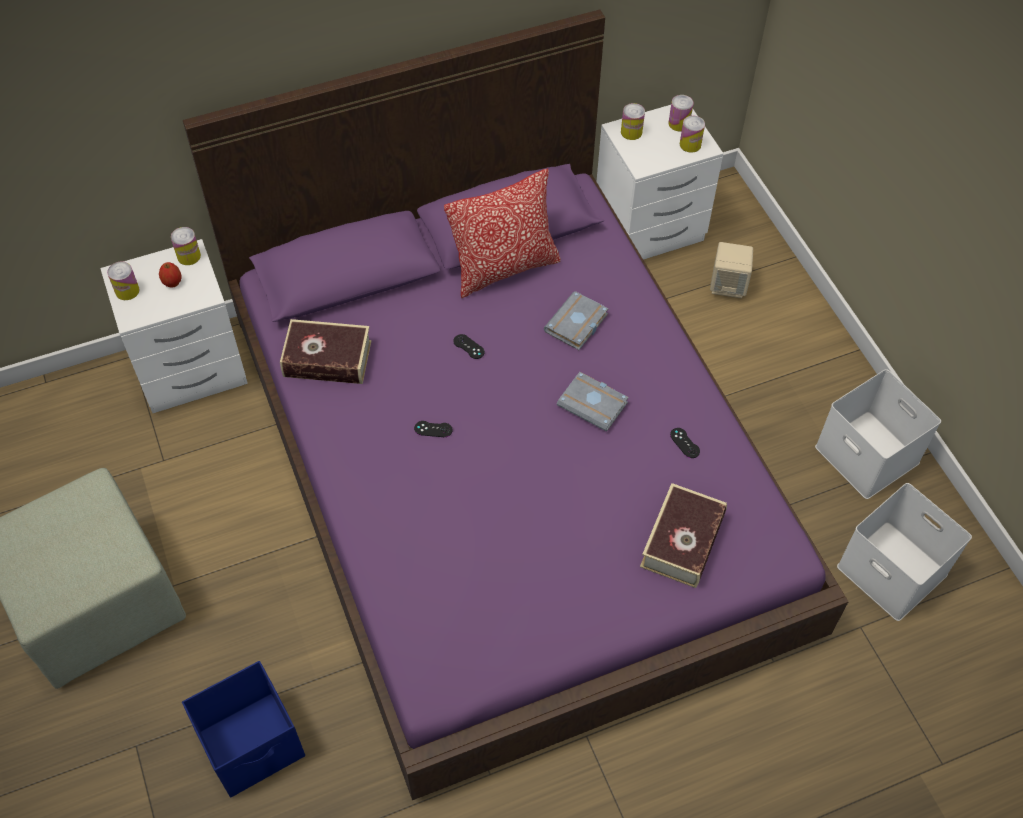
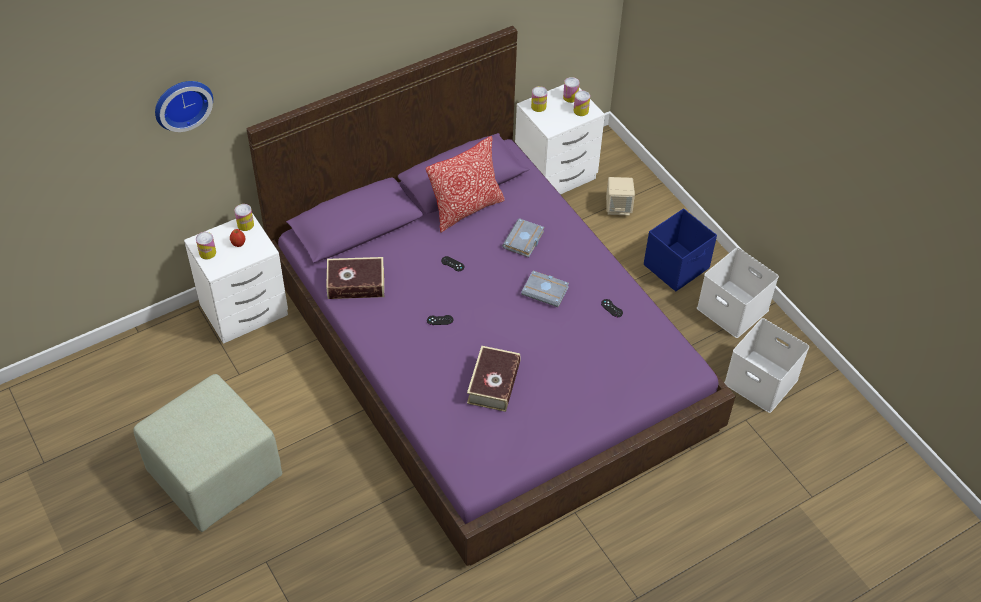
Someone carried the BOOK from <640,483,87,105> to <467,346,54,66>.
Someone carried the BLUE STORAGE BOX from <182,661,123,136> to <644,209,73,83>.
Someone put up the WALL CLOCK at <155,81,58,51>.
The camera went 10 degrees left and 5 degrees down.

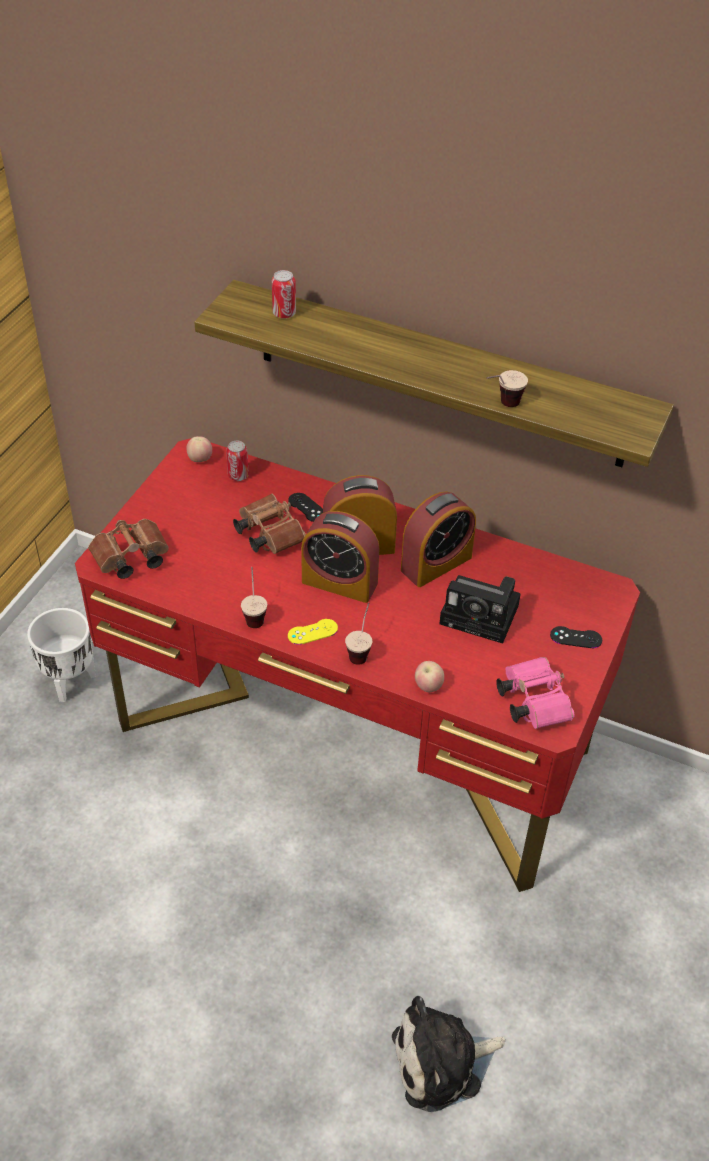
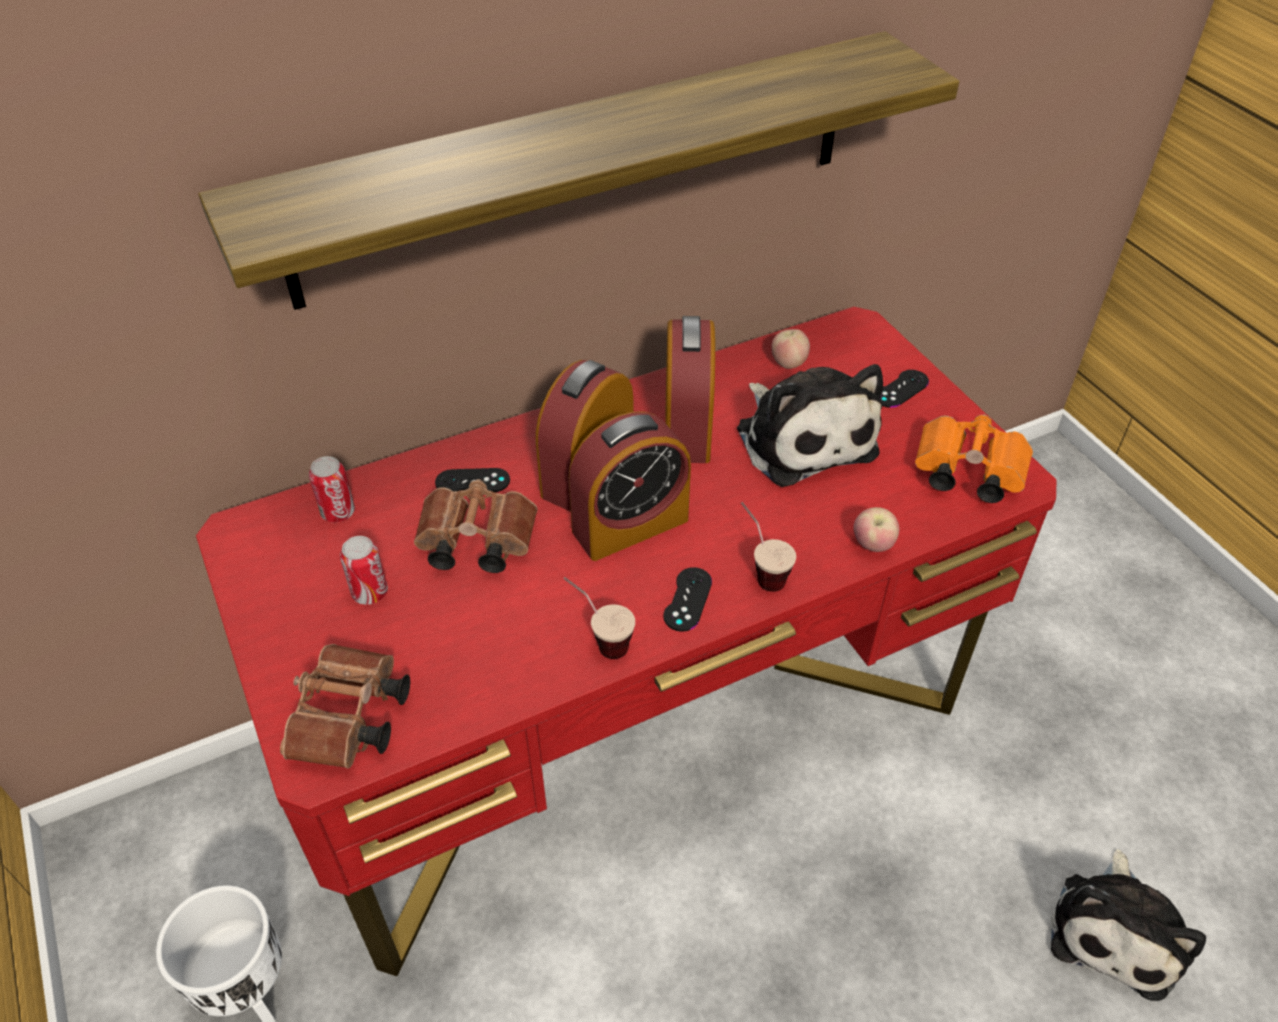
Someone carried the CAN from <272,270,24,49> to <340,536,48,69>.
Someone took away the CUP at <487,370,41,37>.
Someone carried the APPLE from <187,436,25,26> to <771,329,39,40>.
Someone swapped the PHOTO CAMERA at <439,575,82,69> for the PLUSH TOY at <737,364,146,123>.
Someone repainted the YELLOW GAME CONTROLLER at <288,619,50,26>, which became the BLACK GAME CONTROLLER at <663,567,49,65>.
Someone repainted the PINK BINOCULARS at <496,657,79,72>, which became the ORANGE BINOCULARS at <915,414,118,89>.
The camera went 50 degrees left and 0 degrees up.

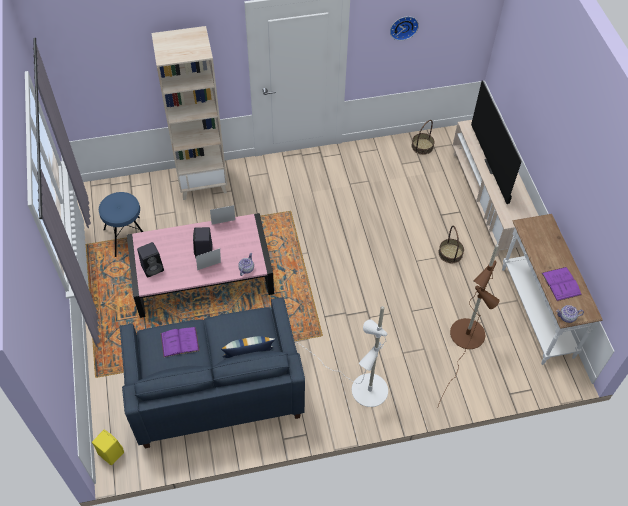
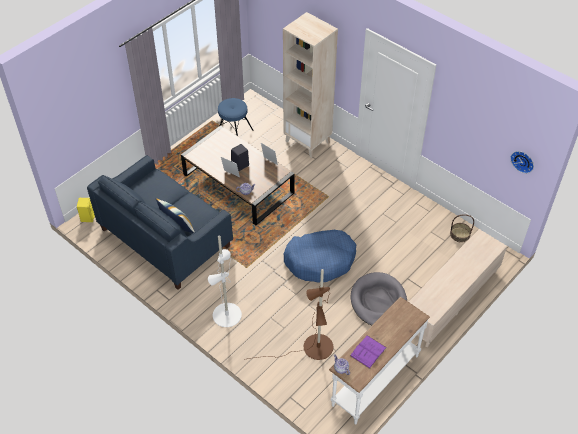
Someone carried the WALL CLOCK from <390,16,29,25> to <510,151,24,22>.
Someone took away the TELEVISION at <471,80,51,124>.
Someone repainted the PINK COFFEE TABLE at <127,213,147,105>, which became the BROWN COFFEE TABLE at <181,125,114,100>.
Someone swapped the BASKET at <438,226,26,37> for the GREY DOG BED at <351,272,56,53>.
Someone took away the BLACK SPEAKER at <137,242,27,35>.
Someone took away the PURPLE BOOK at <161,327,38,30>.
Someone put down the BLUE DOG BED at <284,230,72,53>.
The camera went 55 degrees right and 5 degrees down.

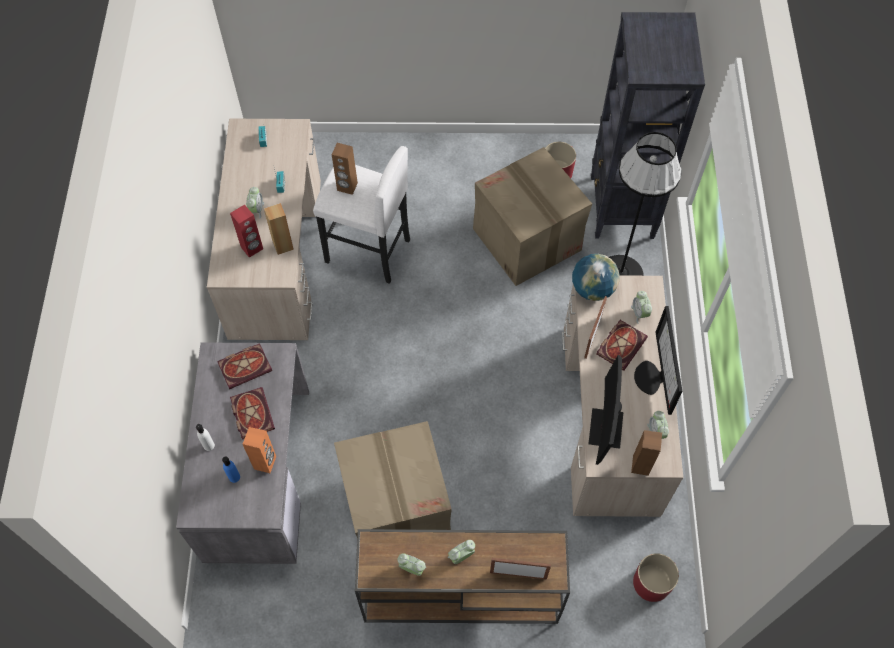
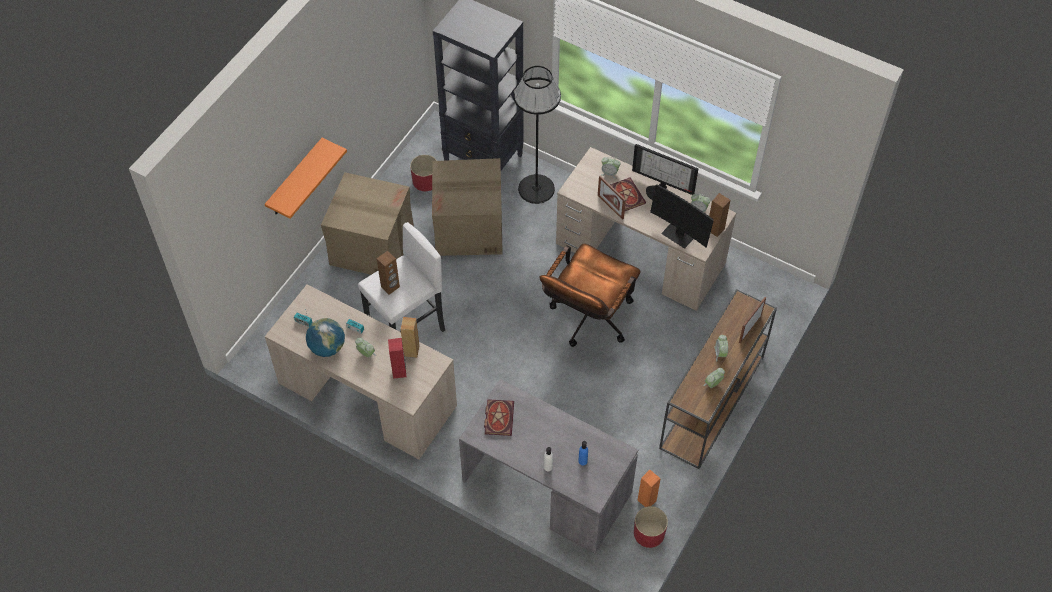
Someone carried the GLOBE from <572,254,48,47> to <306,318,39,39>.
Someone took away the BOOK at <230,387,45,53>.
Someone carried the CARDBOARD BOX from <334,421,118,115> to <321,172,93,103>.
Someone carried the ORANGE SPEAKER from <243,427,33,46> to <638,470,23,37>.
Someone carried the RED PLANTER from <633,553,46,49> to <634,506,34,42>.
Someone put up the ORANGE SHELF at <265,138,82,81>.
Someone put down the BROWN OFFICE CHAIR at <539,244,101,103>.
The camera went 60 degrees left and 5 degrees down.

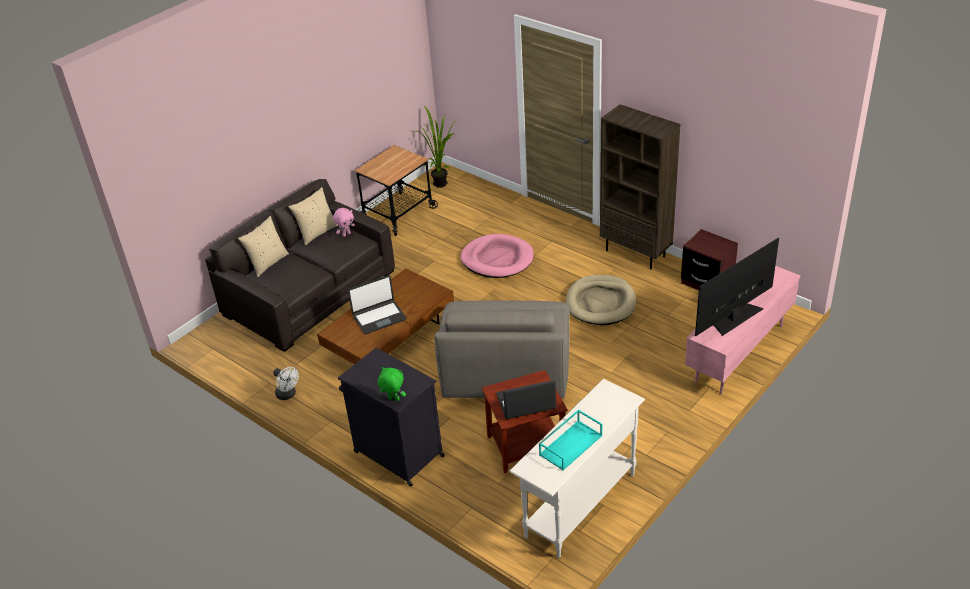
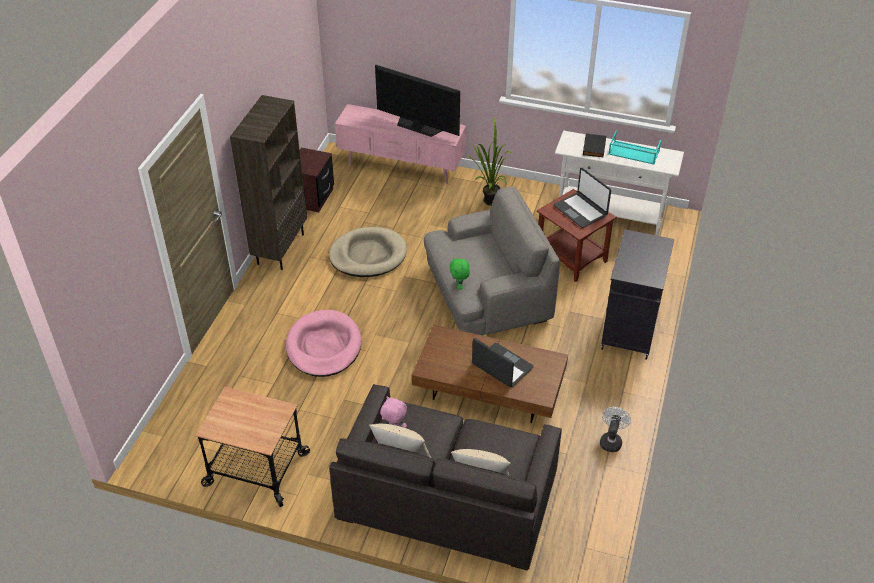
Someone carried the POTTED PLANT from <417,106,38,82> to <468,119,44,87>.
Someone carried the GREEN PLUSH TOY from <378,367,28,34> to <450,258,20,32>.
Someone put down the BLACK BOOK at <583,133,23,24>.
The camera went 115 degrees left and 5 degrees up.

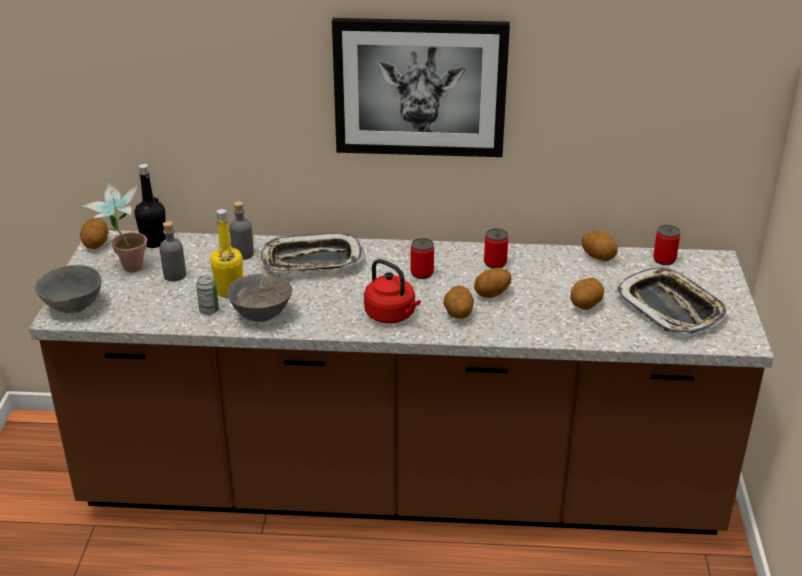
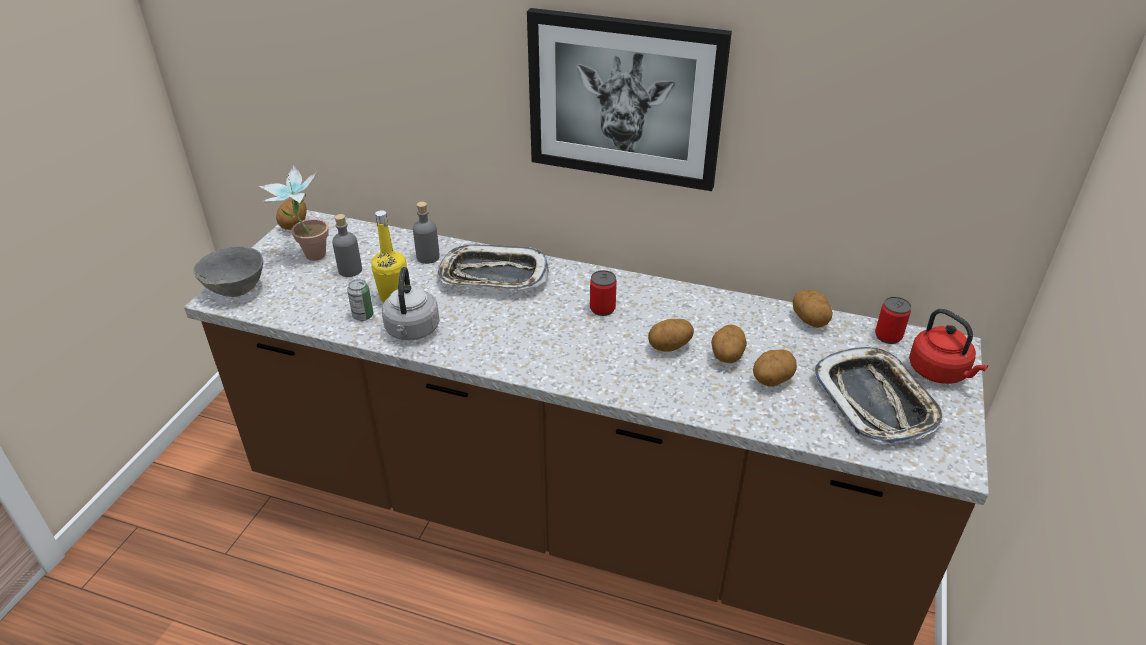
Someone took away the BLACK BOTTLE at <134,164,32,84>.
Someone took away the CAN at <484,228,24,41>.
Someone carried the RED KETTLE from <364,259,57,65> to <909,309,79,75>.
Someone swapped the GREY BOWL at <227,274,66,48> for the GREY KETTLE at <382,267,58,73>.
Someone carried the POTATO from <443,286,31,33> to <711,324,36,39>.
The camera went 15 degrees right and 5 degrees up.

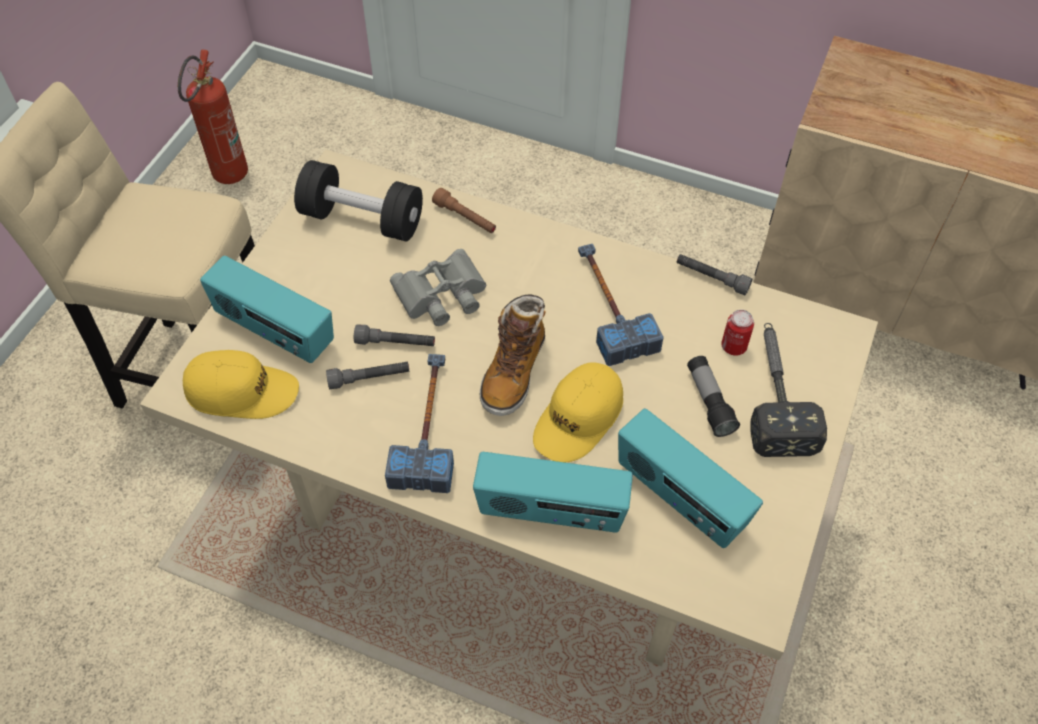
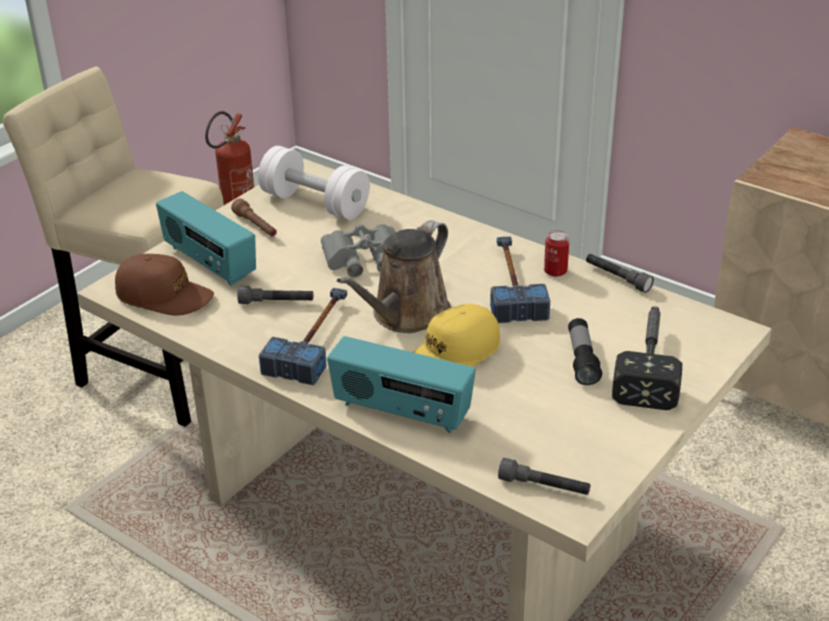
Someone repainted the BLACK DUMBBELL at <294,160,129,81>, which became the WHITE DUMBBELL at <258,146,112,74>.
Someone carried the BROWN FLASHLIGHT from <432,188,64,45> to <231,199,46,38>.
Someone swapped the BOOT at <480,294,66,122> for the BROWN WATERING CAN at <337,220,114,113>.
Someone carried the CAN from <721,310,33,46> to <544,230,25,47>.
Someone carried the GREY FLASHLIGHT from <354,324,81,22> to <498,458,92,37>.
Someone repainted the YELLOW CAP at <183,350,116,69>, which became the BROWN CAP at <115,254,99,61>.
Someone took away the RADIO at <618,409,145,139>.
The camera went 15 degrees right and 20 degrees down.

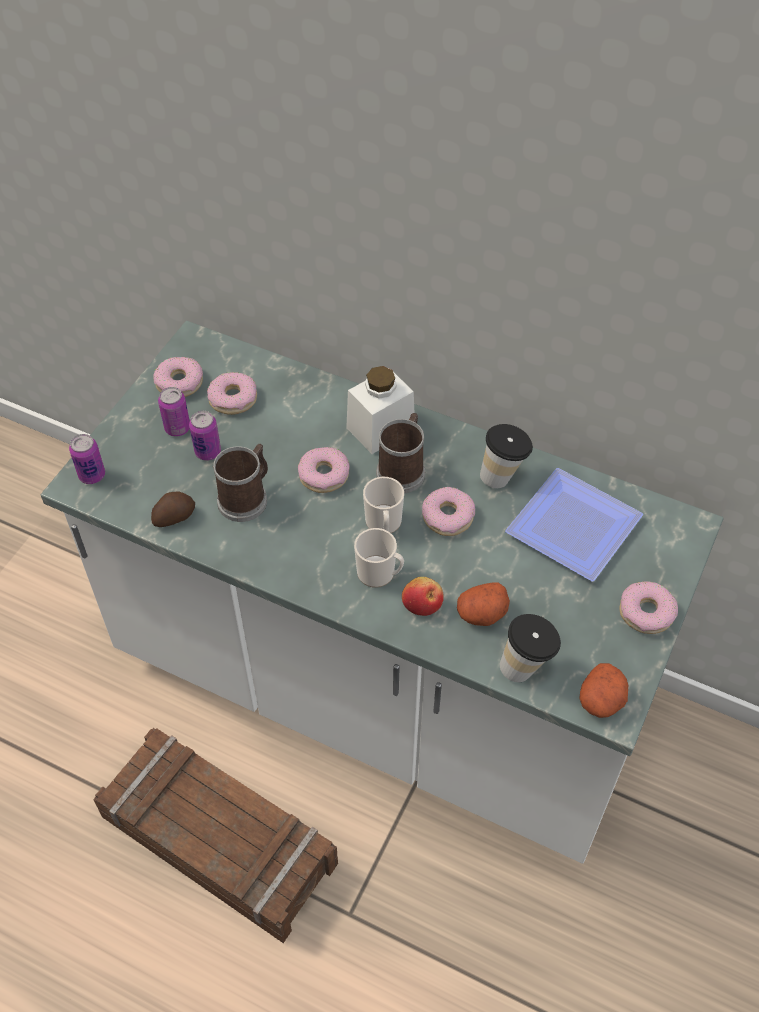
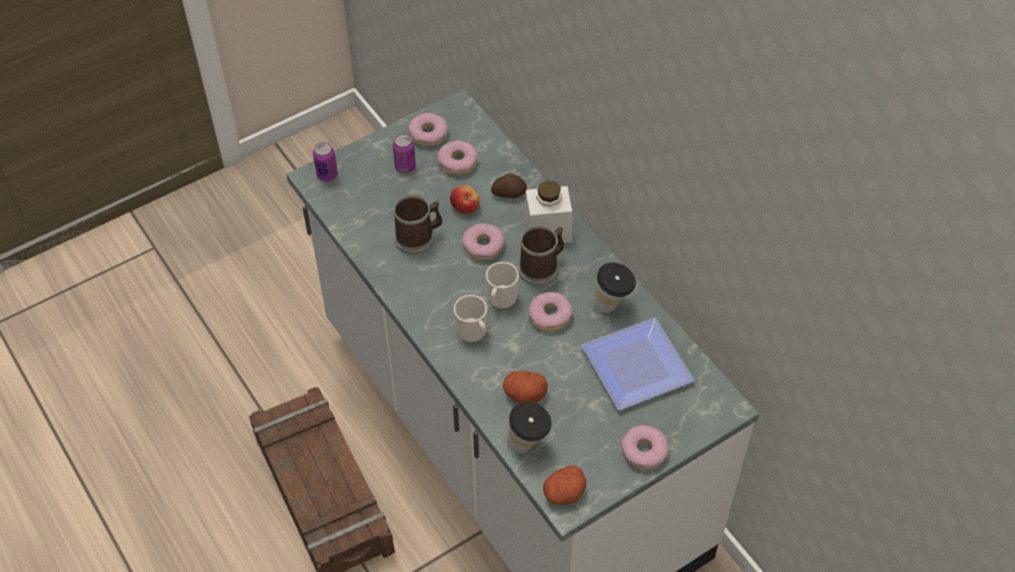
Someone took away the CAN at <189,411,32,50>.
Someone carried the POTATO from <151,492,44,35> to <491,174,36,24>.
Someone carried the APPLE from <402,577,42,39> to <450,185,30,29>.
The camera went 30 degrees right and 0 degrees up.

